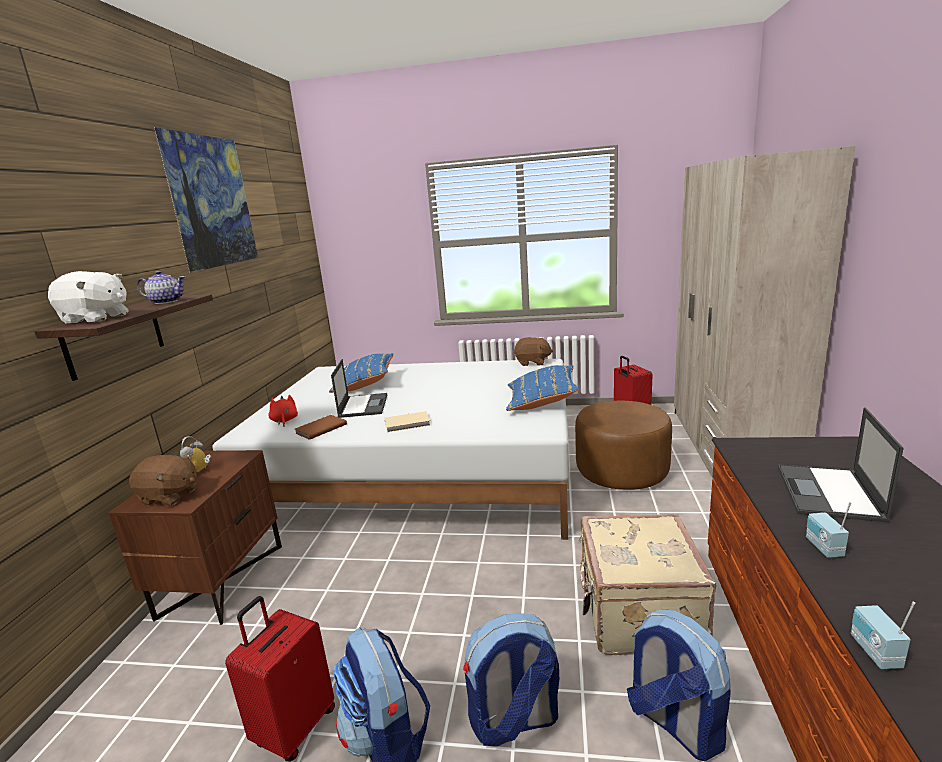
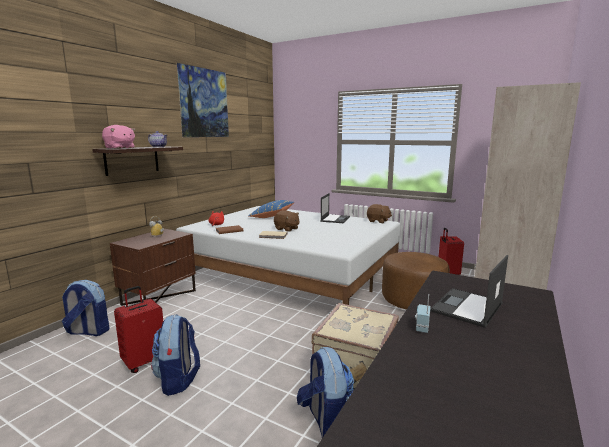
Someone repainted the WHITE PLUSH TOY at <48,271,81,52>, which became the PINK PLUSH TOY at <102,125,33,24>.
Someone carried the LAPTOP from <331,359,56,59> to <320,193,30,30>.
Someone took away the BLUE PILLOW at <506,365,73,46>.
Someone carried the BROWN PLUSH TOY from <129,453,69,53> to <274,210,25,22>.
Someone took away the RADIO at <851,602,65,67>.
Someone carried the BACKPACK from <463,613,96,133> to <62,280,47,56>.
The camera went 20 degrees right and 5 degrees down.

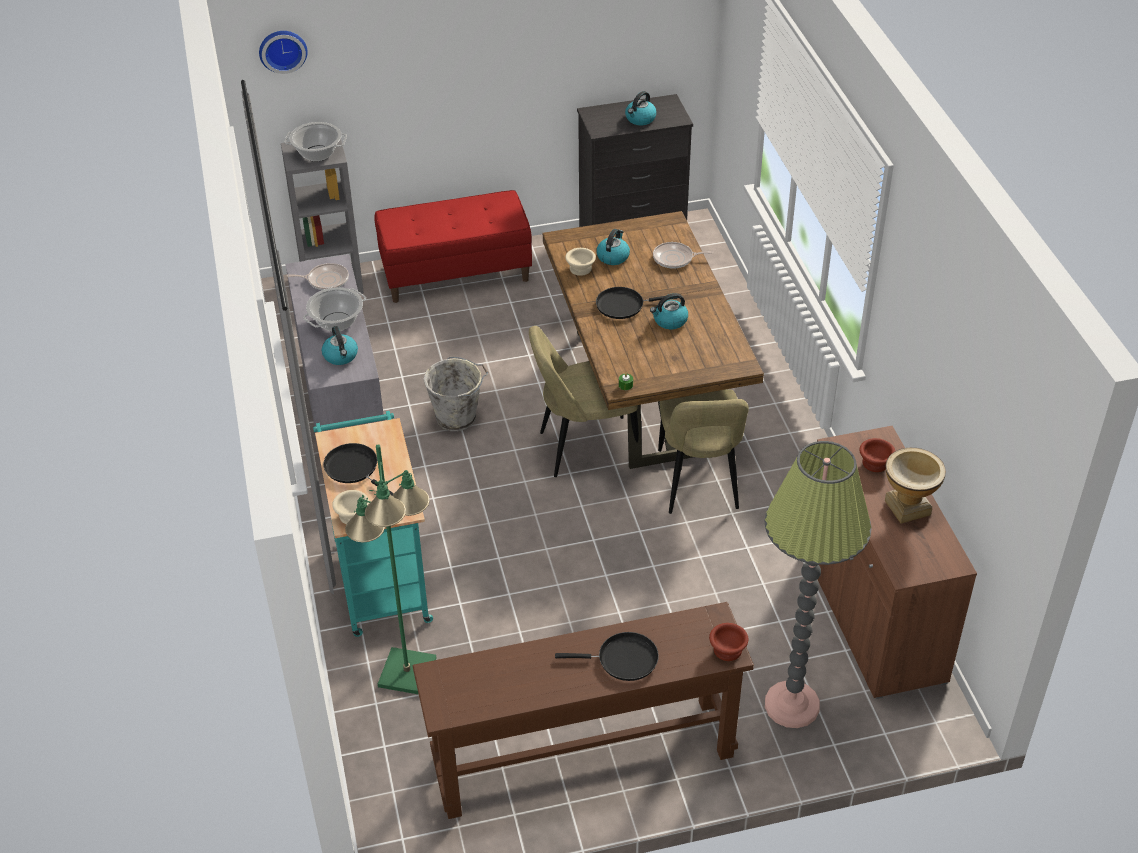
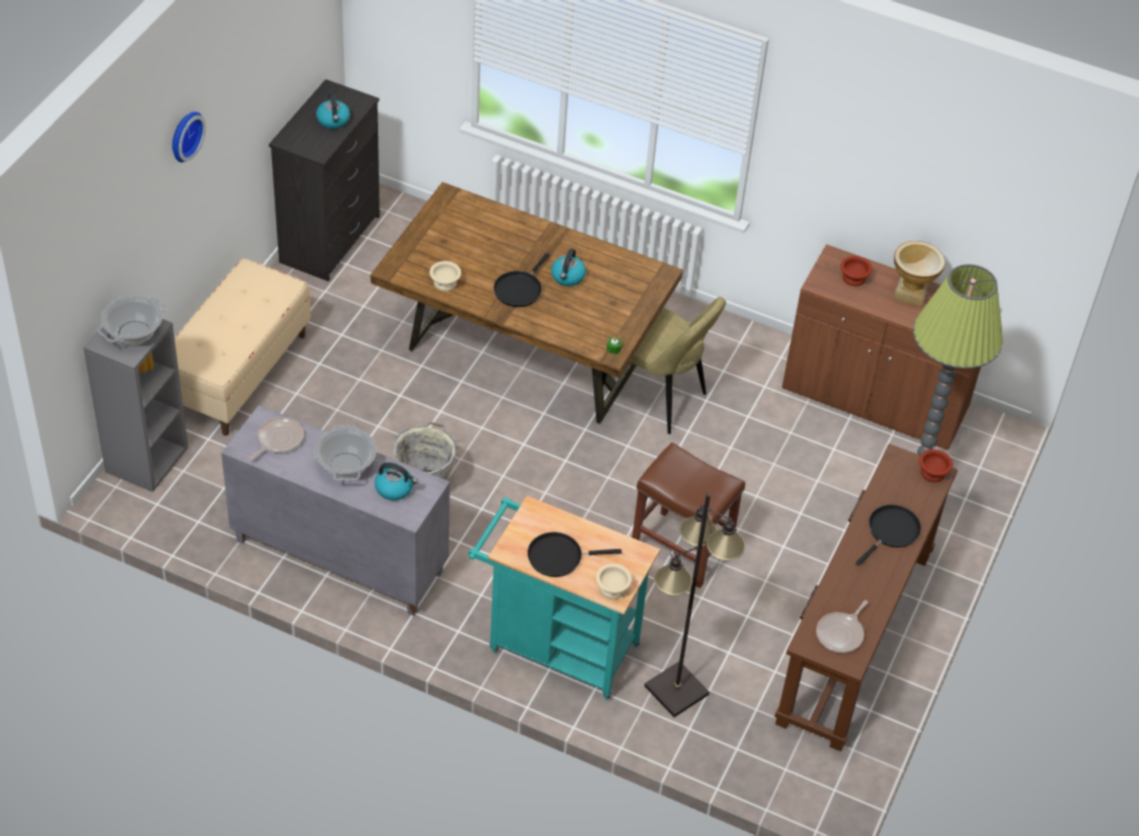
Someone carried the WALL CLOCK from <259,31,49,43> to <172,112,34,50>.
Someone repainted the RED BENCH at <374,190,158,113>, which became the BEIGE BENCH at <174,258,137,178>.
Someone took away the KETTLE at <596,229,34,36>.
Someone carried the FRYING PAN from <653,242,60,27> to <816,600,52,53>.
Someone took away the BEIGE CHAIR at <529,326,110,151>.
Someone repainted the GREEN FLOOR LAMP at <345,444,92,251>, which became the BLACK FLOOR LAMP at <644,493,101,224>.
Someone put down the BROWN STOOL at <632,442,113,146>.
The camera went 55 degrees left and 5 degrees up.

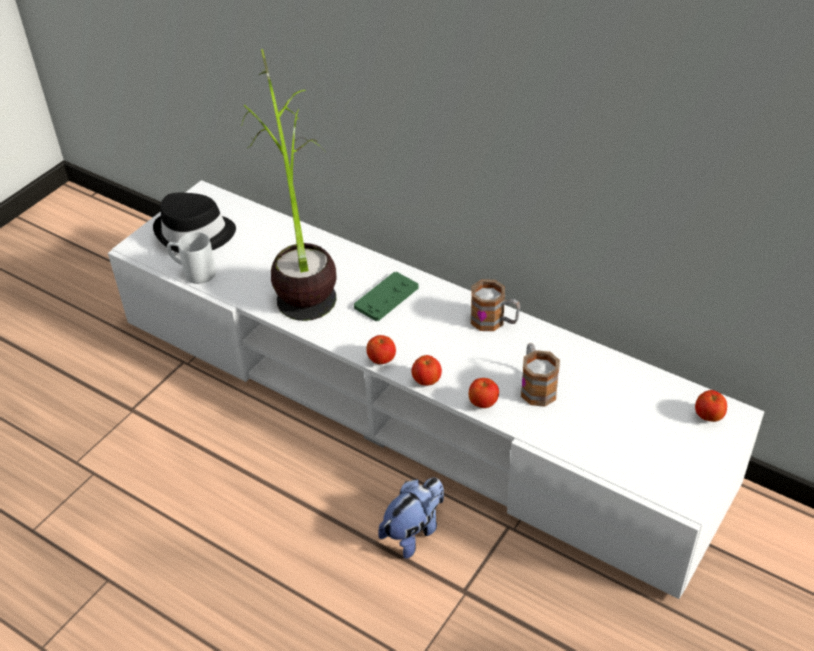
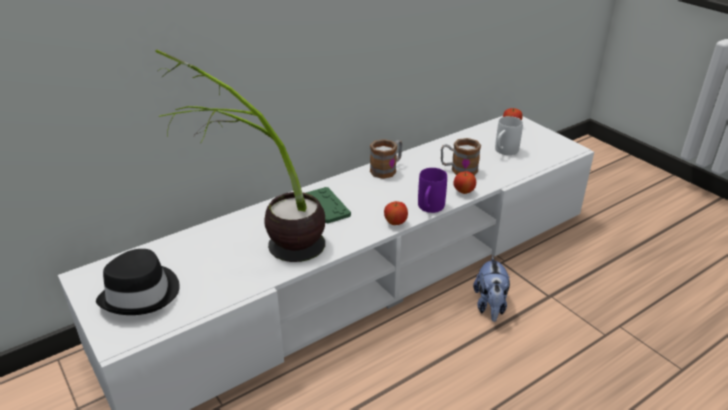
Someone carried the WHITE MUG from <167,232,49,52> to <495,116,28,39>.
Someone swapped the APPLE at <411,355,31,31> for the PURPLE MUG at <418,168,29,45>.
Someone rotated the PLUSH TOY at <378,478,66,81> by 150 degrees counterclockwise.
The camera went 70 degrees left and 10 degrees down.

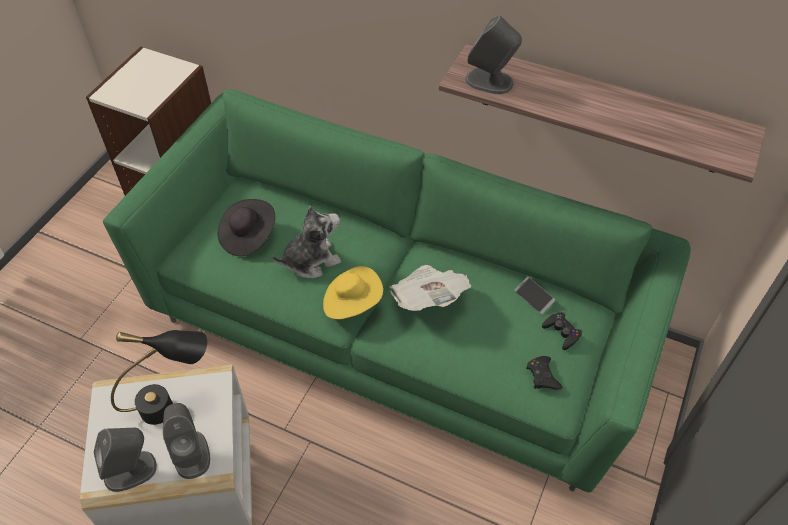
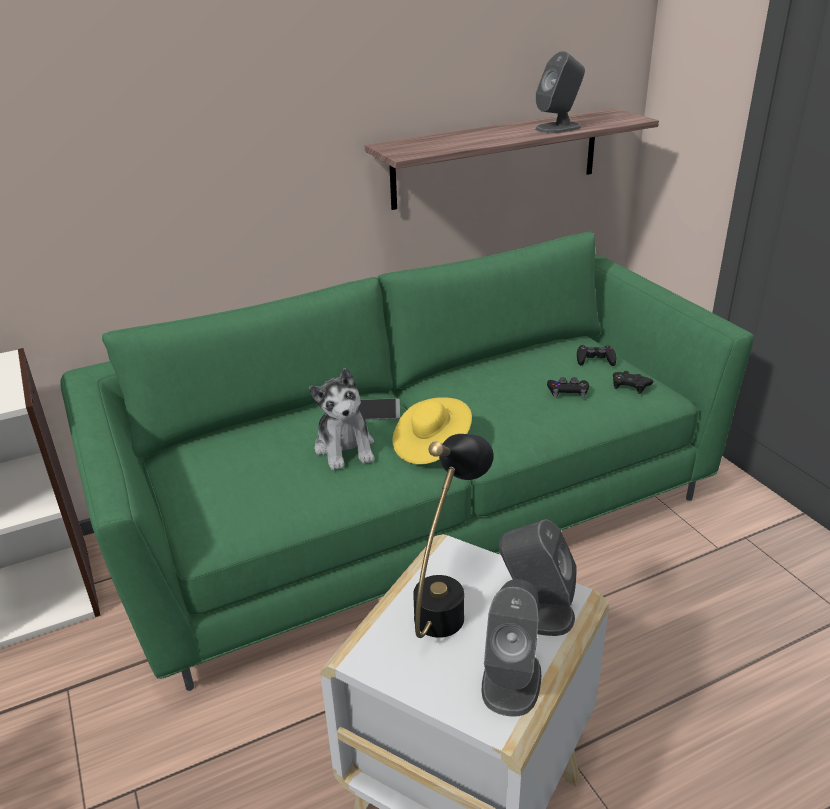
Someone carried the GREY SPEAKER from <465,15,57,79> to <535,51,50,82>.
Someone took away the BLACK HAT at <218,199,57,57>.
Someone rotated the PLUSH TOY at <272,205,69,74> by 150 degrees clockwise.
Someone took away the NEWSPAPER at <389,265,82,46>.
Someone carried the PHONE from <514,277,42,37> to <359,398,41,22>.
Someone put down the BLACK GAME CONTROLLER at <547,377,42,21>.
The camera went 50 degrees left and 20 degrees down.

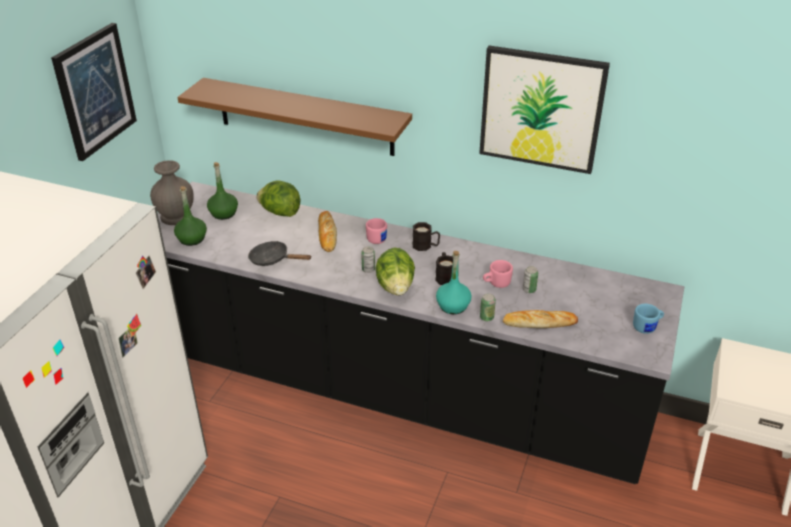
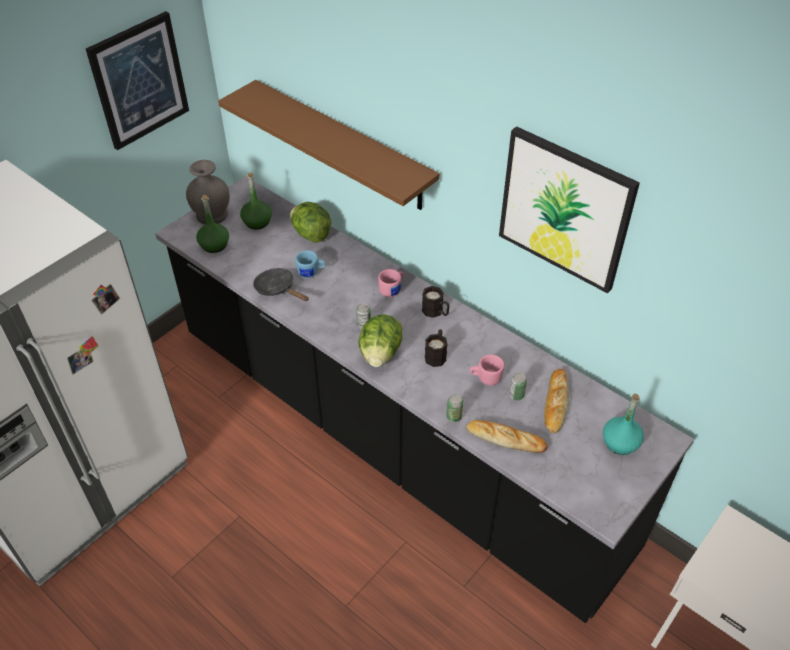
Someone carried the BREAD from <318,211,19,41> to <545,369,24,64>.
Someone carried the TURQUOISE BOTTLE from <436,251,36,63> to <603,394,41,61>.
Someone carried the BLUE MUG from <633,304,31,30> to <295,251,31,27>.
The camera went 20 degrees right and 10 degrees up.

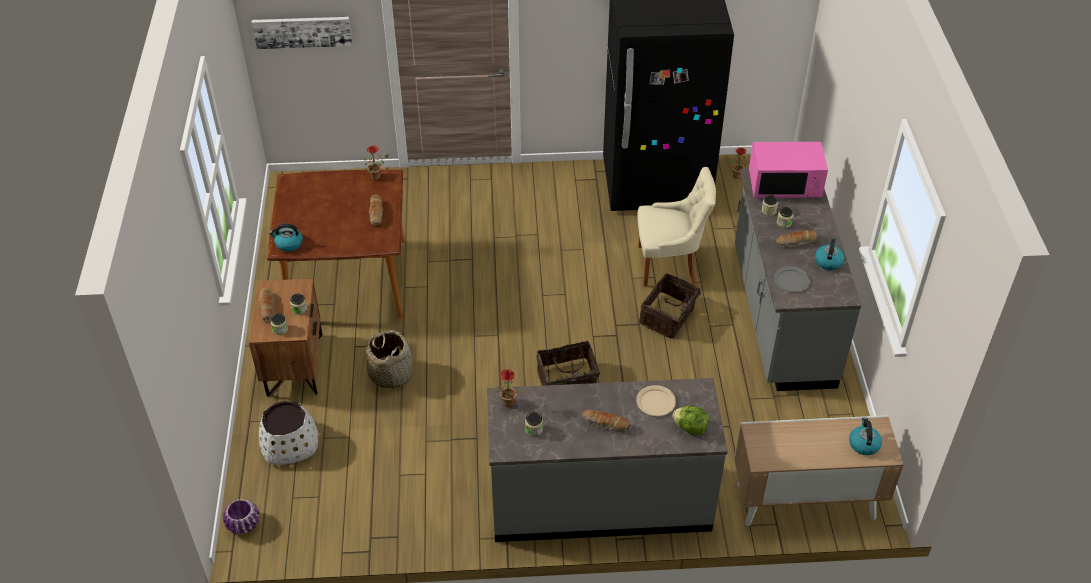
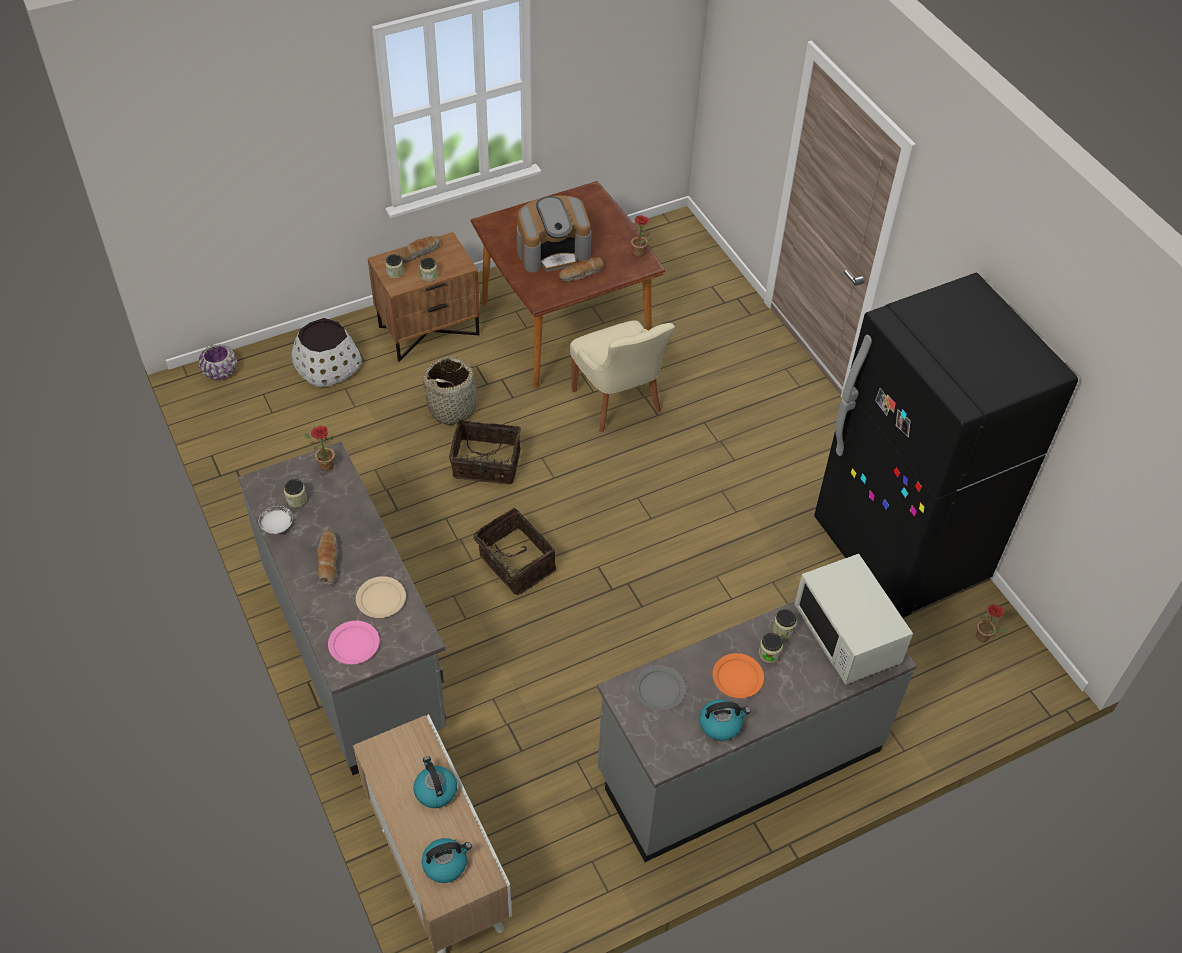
Someone took away the PICTURE at <252,17,100,32>.
Someone repainted the PINK MICROWAVE at <749,142,79,56>, which became the WHITE MICROWAVE at <795,554,118,131>.
Someone carried the BEIGE CHAIR from <637,167,79,120> to <570,320,105,112>.
Someone carried the KETTLE from <269,223,34,29> to <414,756,43,52>.
Someone swapped the BREAD at <776,230,41,17> for the ORANGE PLATE at <713,653,51,45>.
Someone carried the BASKET from <639,273,64,66> to <449,419,72,65>.
Someone swapped the LETTUCE at <672,406,37,29> for the PINK PLATE at <328,621,52,43>.
Someone put down the COFFEE MACHINE at <517,195,74,77>.
Someone put down the WHITE PLATE at <259,506,34,28>.
The camera went 65 degrees right and 5 degrees up.

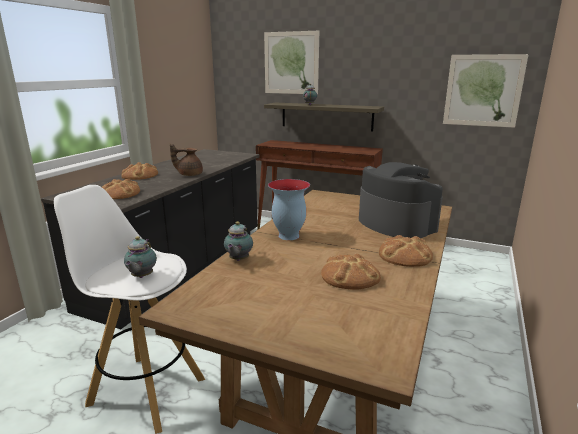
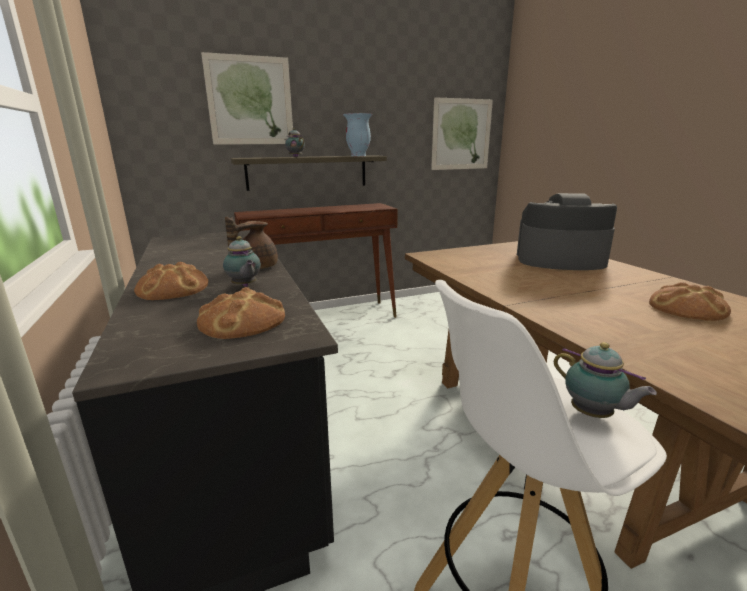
Someone carried the VASE from <268,179,42,61> to <343,113,30,43>.
Someone carried the TEAPOT from <224,221,29,40> to <223,236,38,51>.
Someone took away the BREAD at <379,235,54,32>.
The camera went 45 degrees left and 0 degrees up.

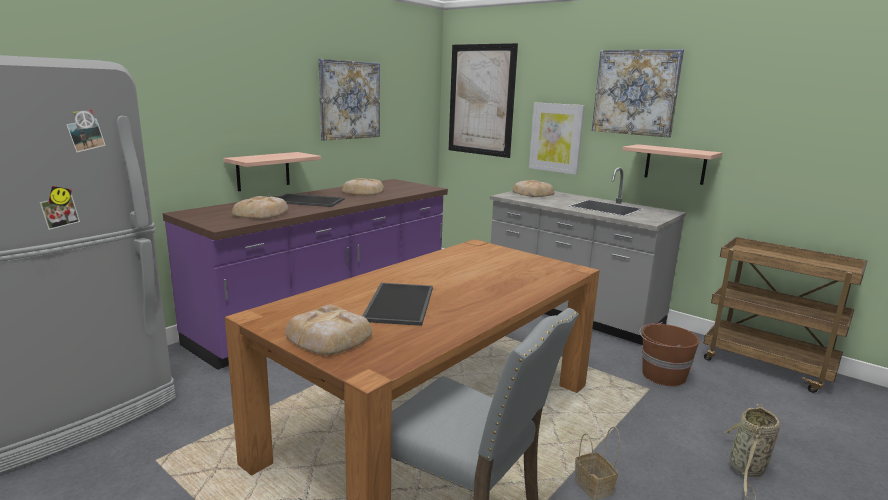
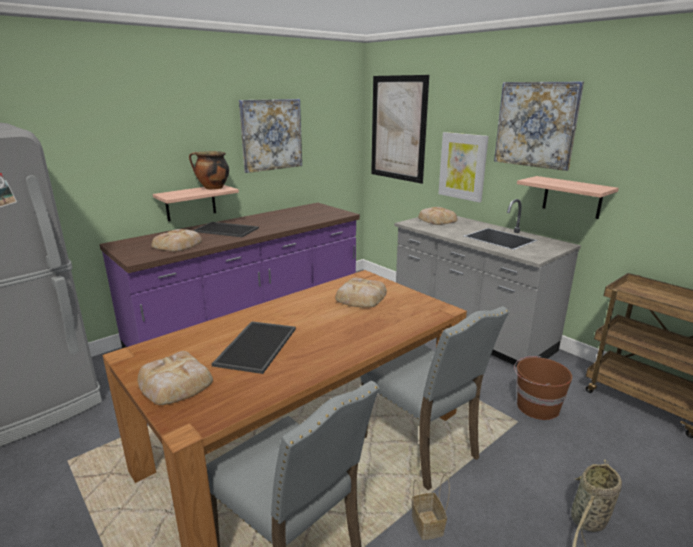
Someone carried the BREAD from <342,178,42,18> to <335,278,52,30>.
Someone put down the COOKING POT at <189,151,40,39>.
Someone put down the GREY CHAIR at <360,306,149,184>.
The camera went 10 degrees right and 5 degrees up.

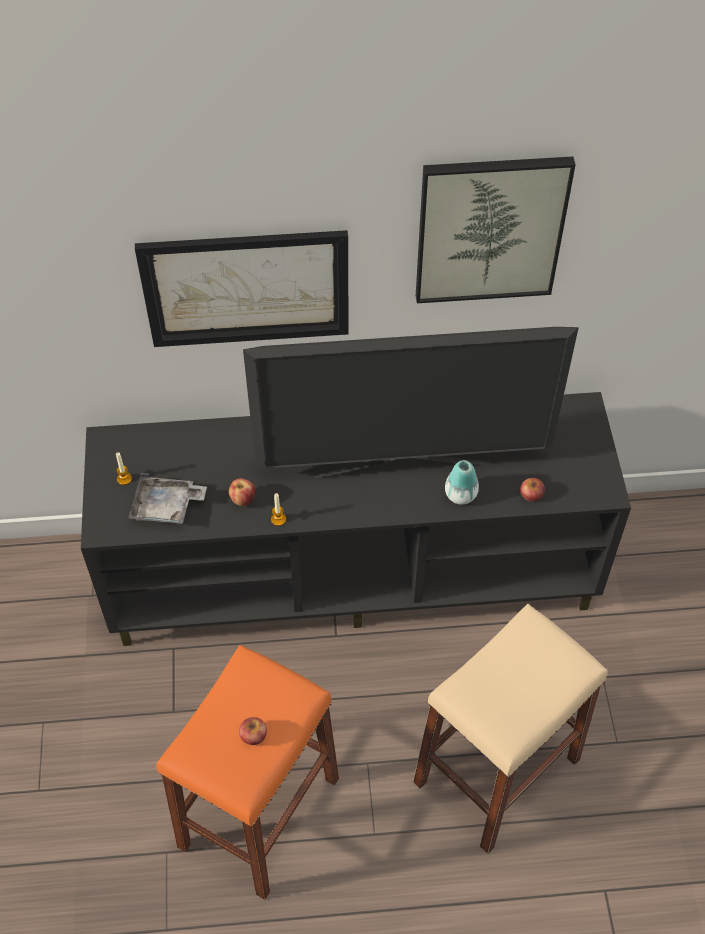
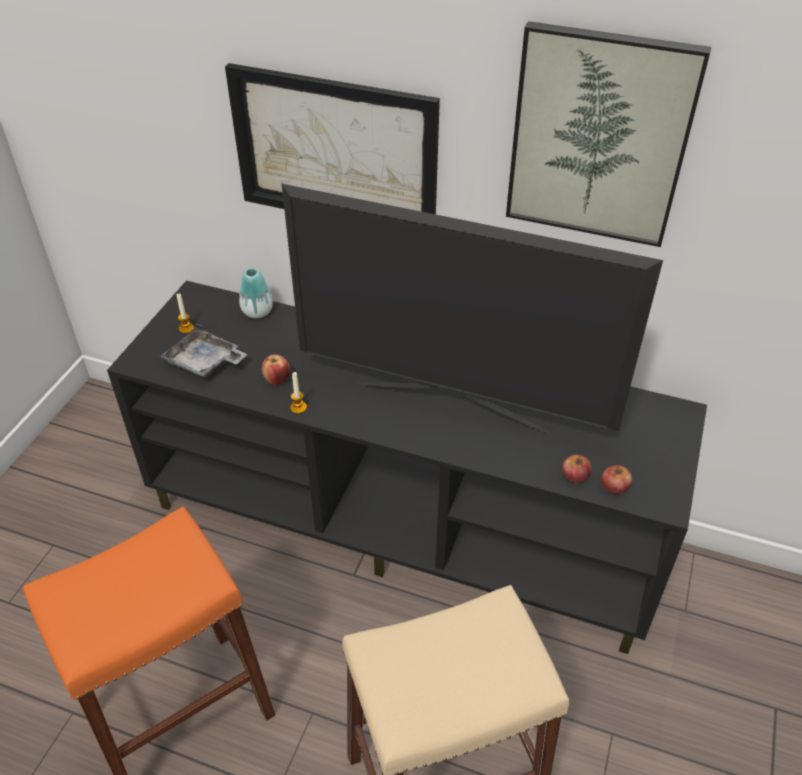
Someone carried the VASE from <445,460,34,45> to <239,268,34,50>.
Someone carried the APPLE from <239,717,28,28> to <601,465,31,29>.
The camera went 25 degrees right and 10 degrees down.

